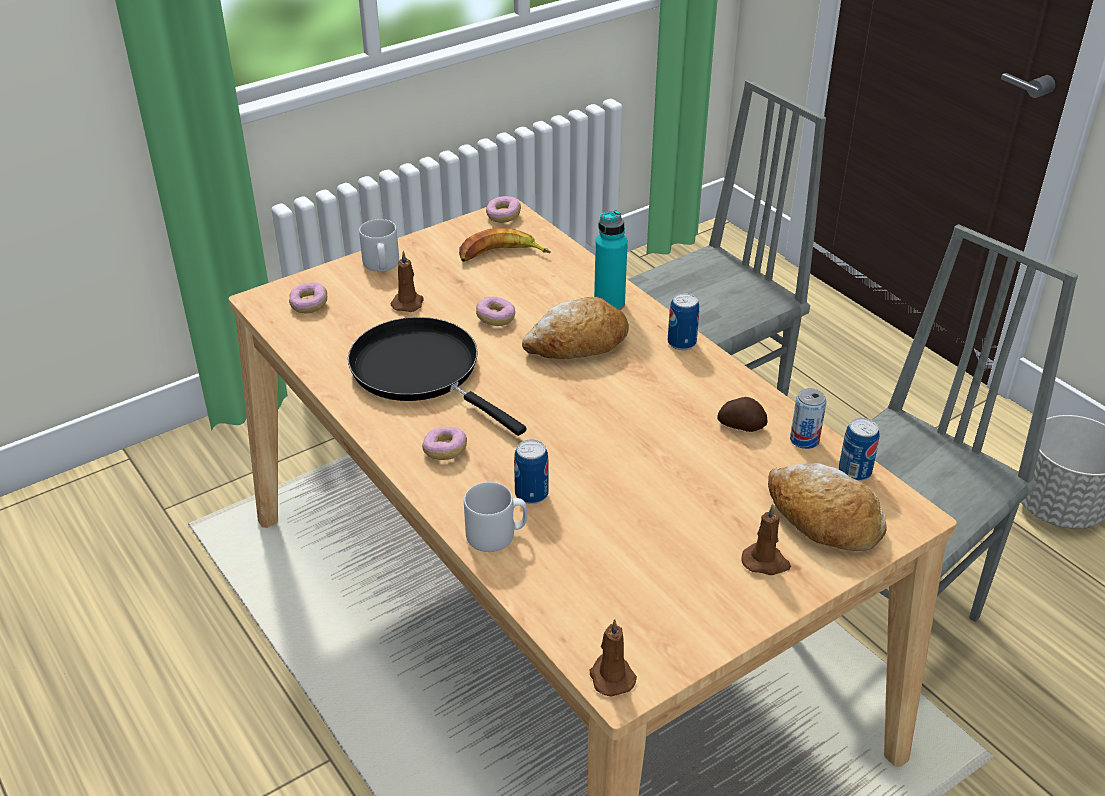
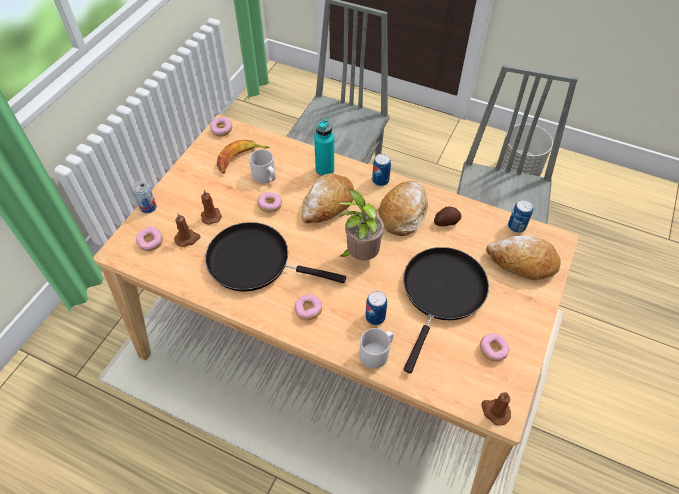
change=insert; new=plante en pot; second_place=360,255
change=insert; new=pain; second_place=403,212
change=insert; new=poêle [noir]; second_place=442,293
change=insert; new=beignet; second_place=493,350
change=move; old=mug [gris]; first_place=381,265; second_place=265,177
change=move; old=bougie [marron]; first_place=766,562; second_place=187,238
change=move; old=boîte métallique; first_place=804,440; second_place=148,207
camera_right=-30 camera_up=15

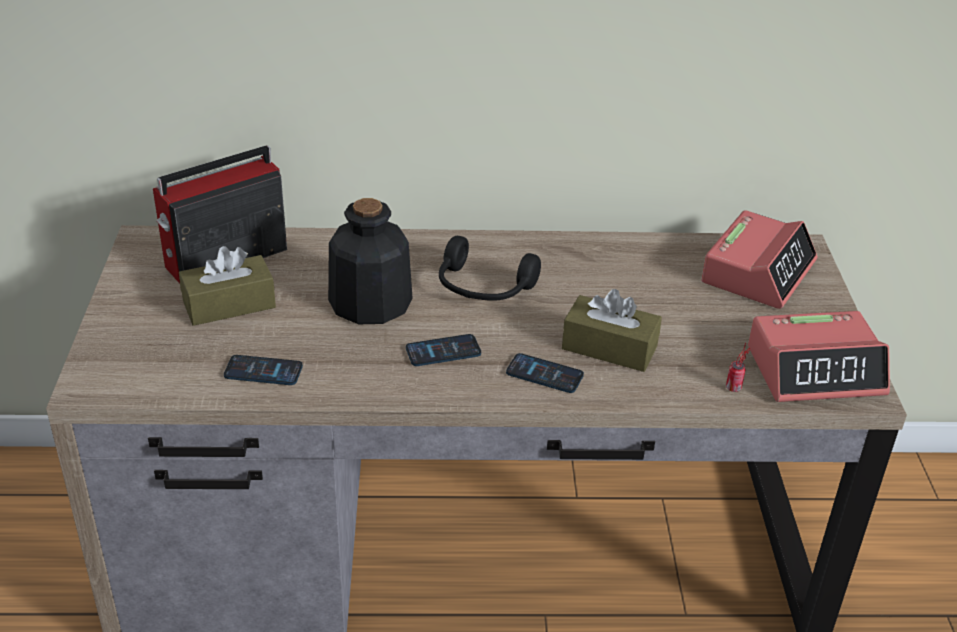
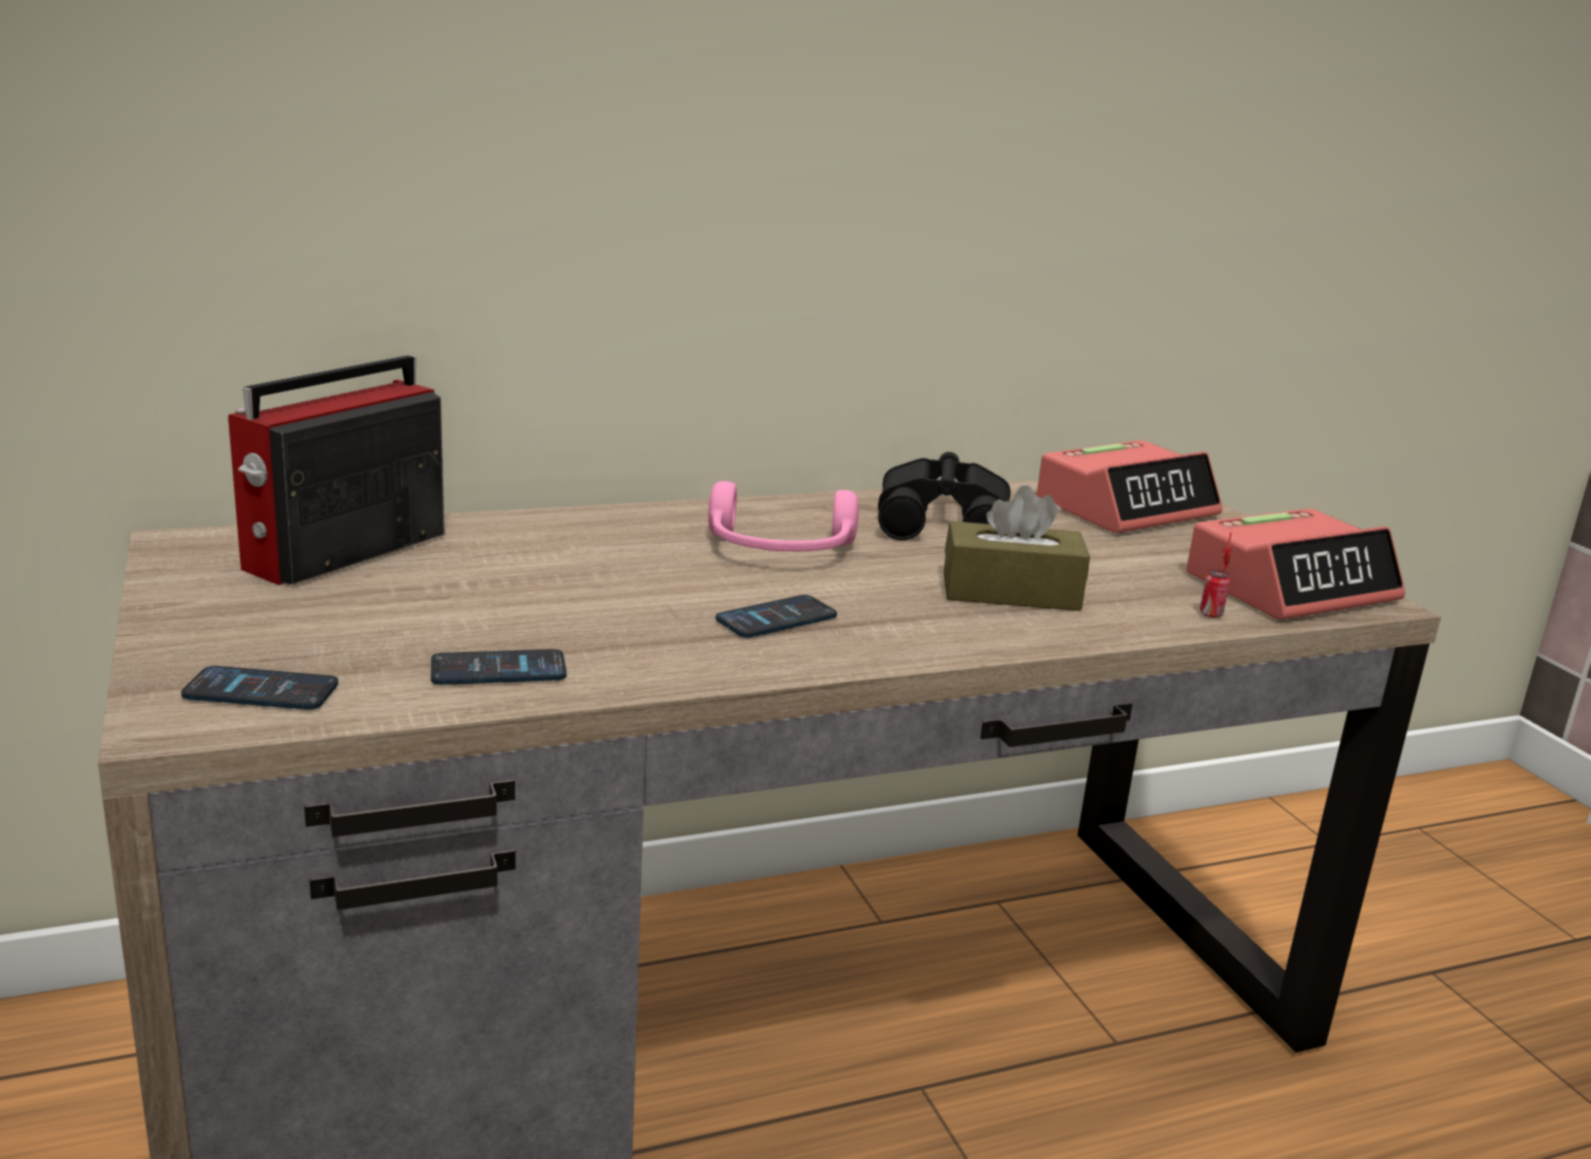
change=delete; old=boîte à mouchoirs [marron]; first_place=229,304
change=delete; old=bouteille; first_place=369,302
change=insert; new=jumelles [noir]; second_place=946,520
change=move; old=téléphone; first_place=544,374; second_place=261,691
change=recolor; old=casque audio [noir]; new=casque audio [rose]; first_place=483,288; second_place=779,551
change=rotate; old=réveil; first_place=758,272; second_place=1127,508; degrees=45
camera_right=-20 camera_up=-15

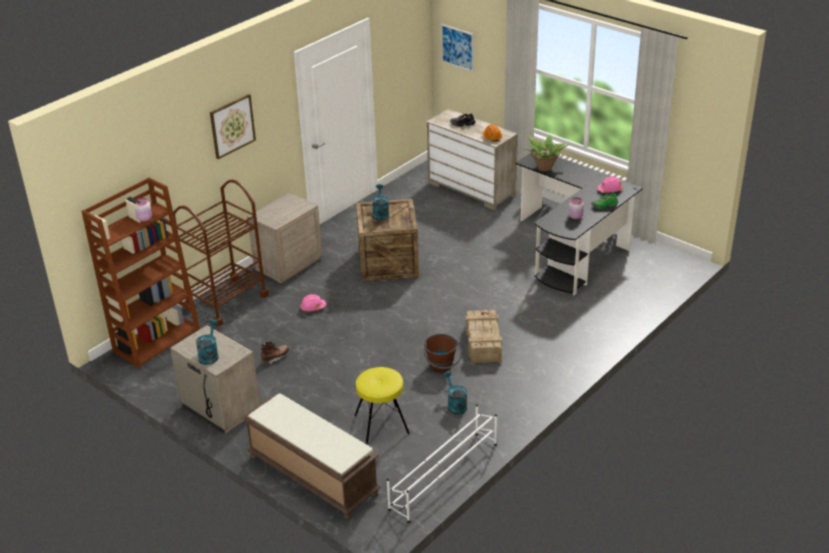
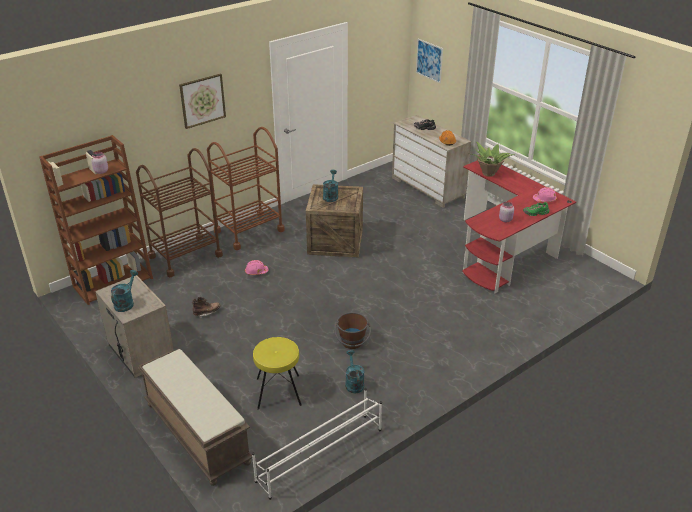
change=delete; old=caisse; first_place=483,344
change=replace; old=table de chevet [beige]; new=chariot [marron]; first_place=287,264; second_place=249,231
change=recolor; old=bureau [noir]; new=bureau [rouge]; first_place=574,248; second_place=506,250
camera_right=10 camera_up=0

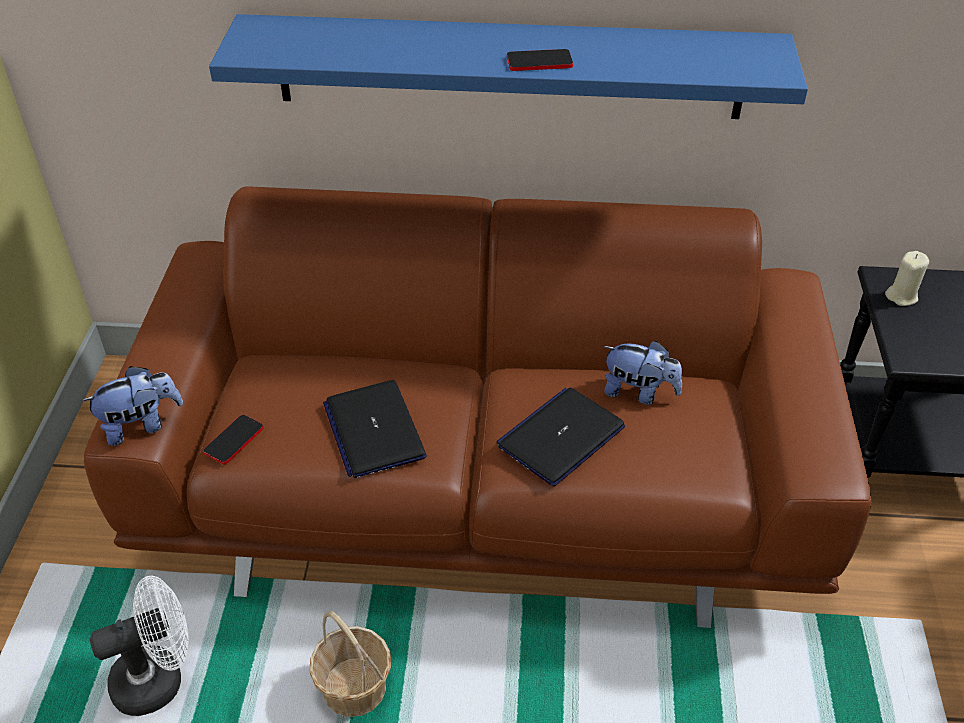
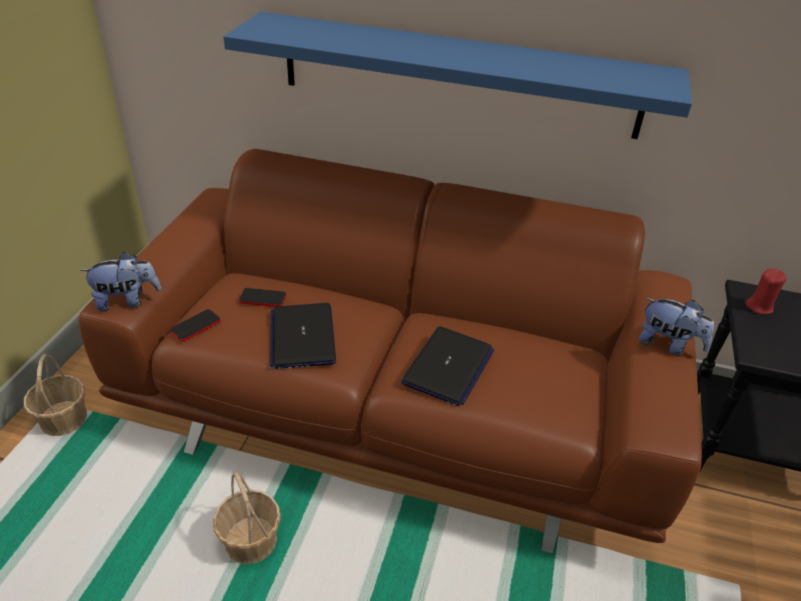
change=delete; old=ventilateur [blanc]; first_place=159,678
change=insert; new=panier; second_place=64,419
change=move; old=téléphone; first_place=539,62; second_place=263,298
change=move; old=peluche; first_place=639,392; second_place=668,344
change=recolor; old=bougie [beige]; new=bougie [rouge]; first_place=901,296; second_place=759,306
change=rotate; old=ordinateur portable; first_place=561,437; second_place=448,367; degrees=150
camera_right=10 camera_up=-5

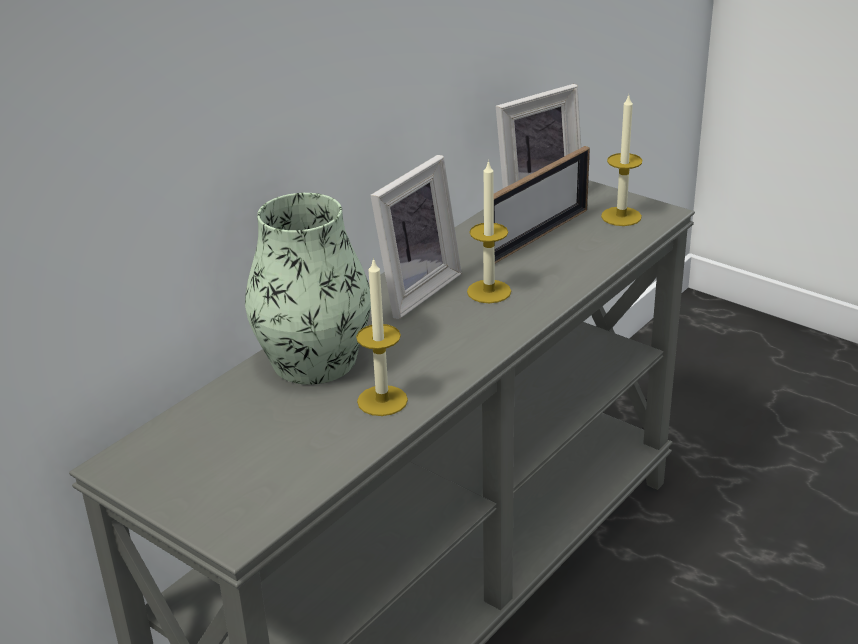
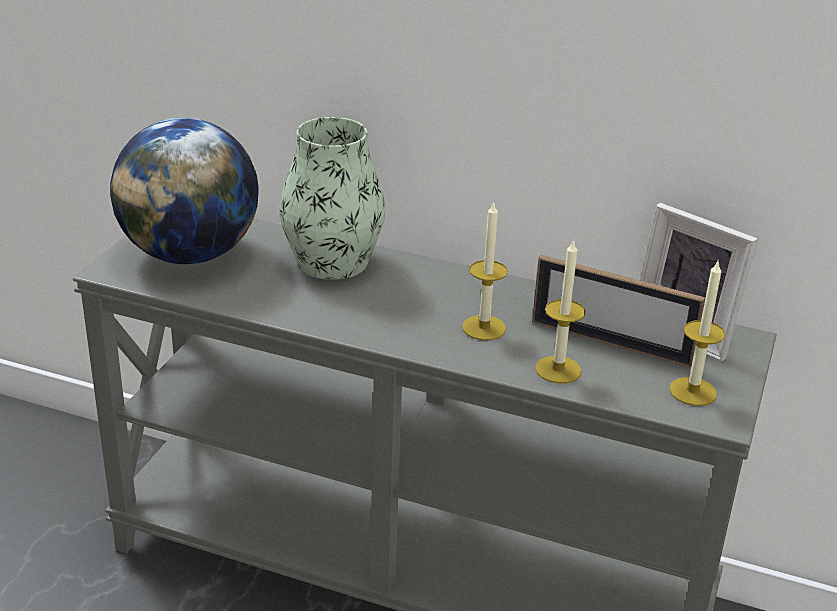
change=delete; old=cadre photo; first_place=412,290
change=insert; new=globe; second_place=190,254
change=move; old=bougie; first_place=382,400; second_place=558,369
camera_right=70 camera_up=0

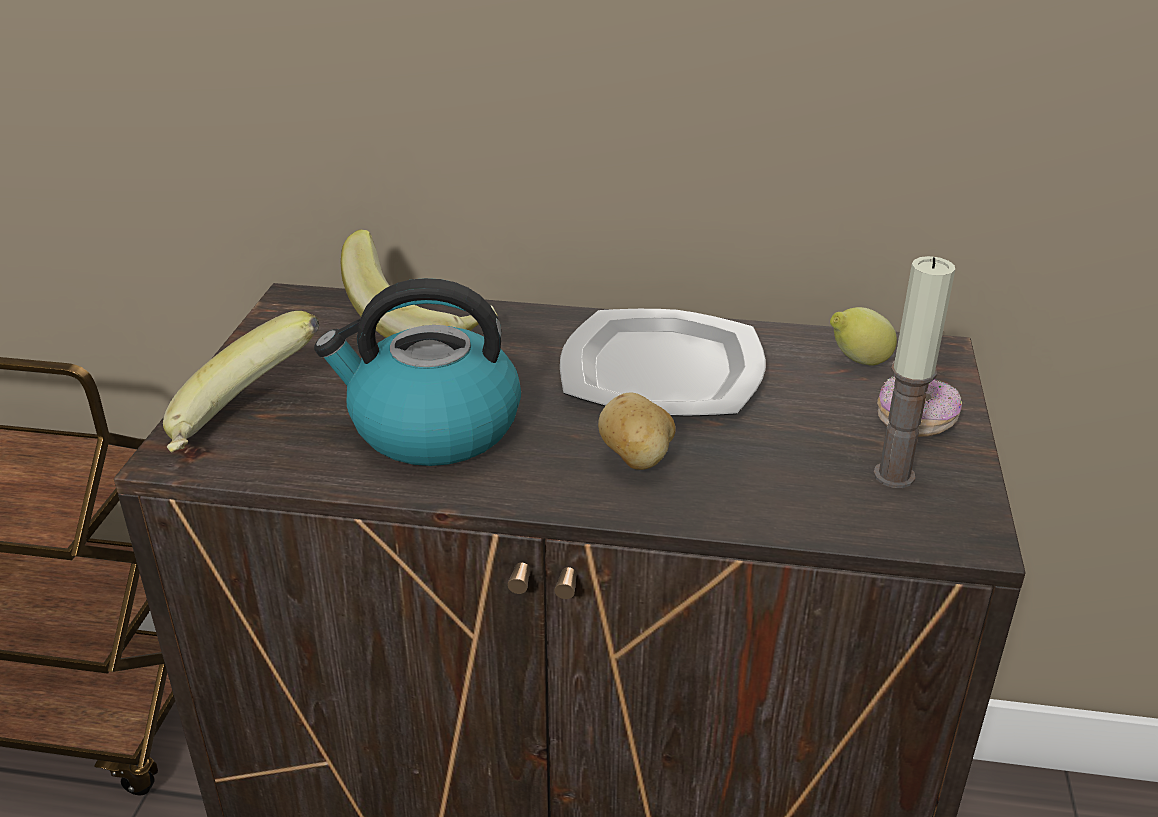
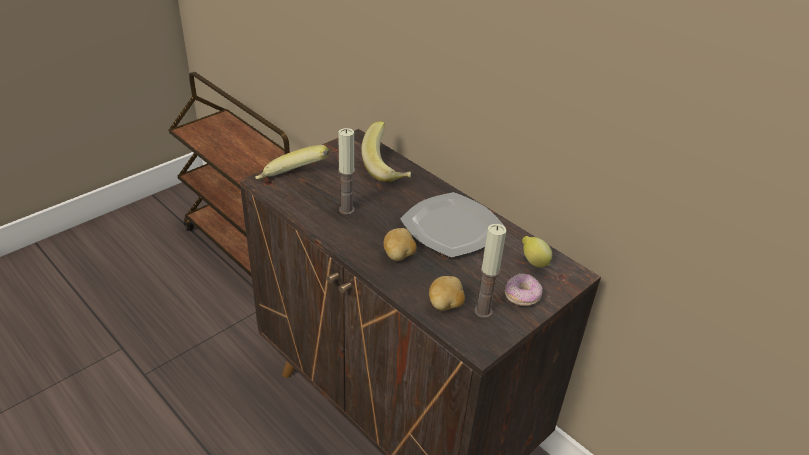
change=insert; new=pomme de terre; second_place=445,305
change=replace; old=bouilloire; new=bougie; first_place=432,428; second_place=346,209
camera_right=35 camera_up=5

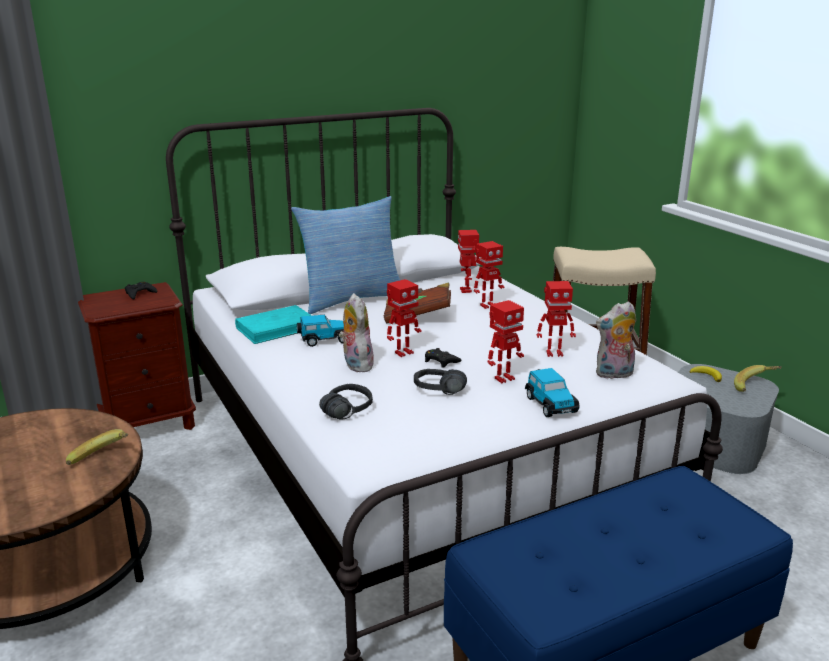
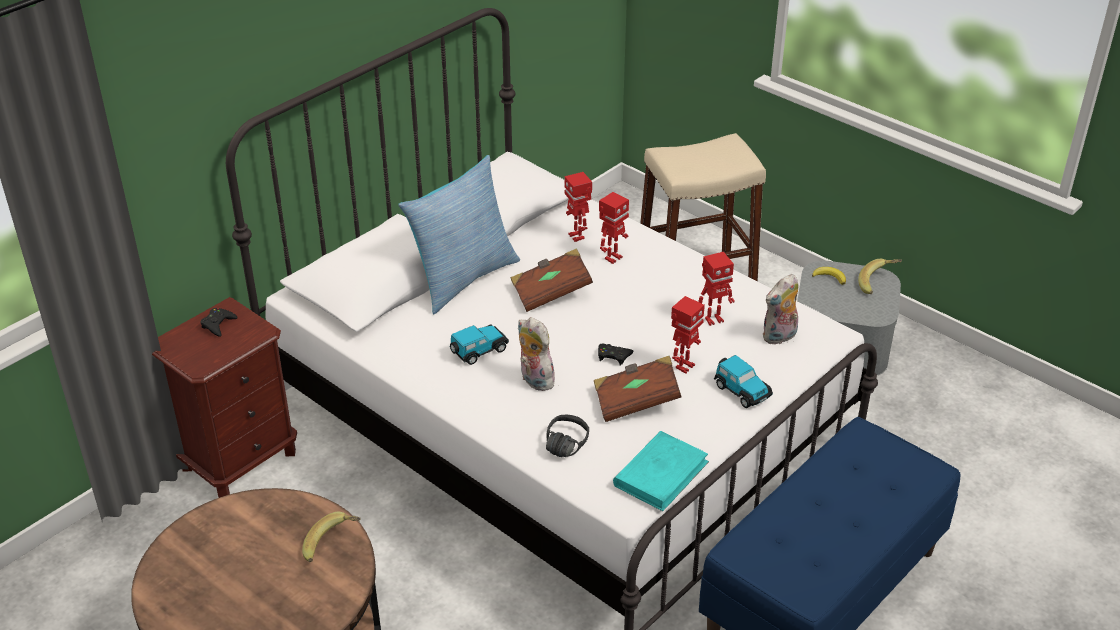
change=delete; old=robot jouet; first_place=403,352
change=move; old=livre [turquoise]; first_place=277,328; second_place=661,474
change=replace; old=casque audio [noir]; new=livre [marron]; first_place=438,394; second_place=636,401
camera_right=-20 camera_up=15

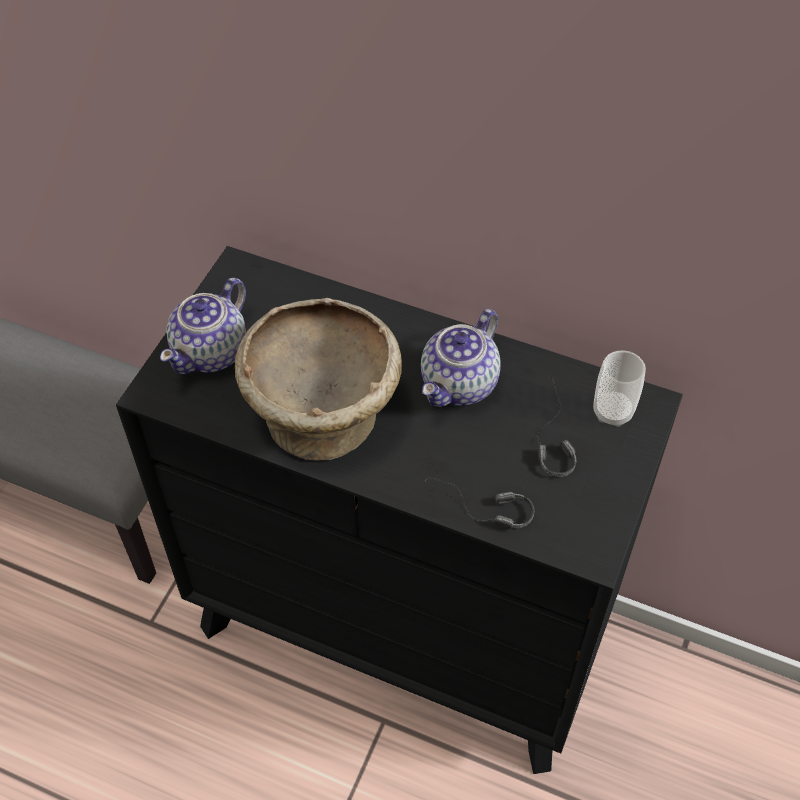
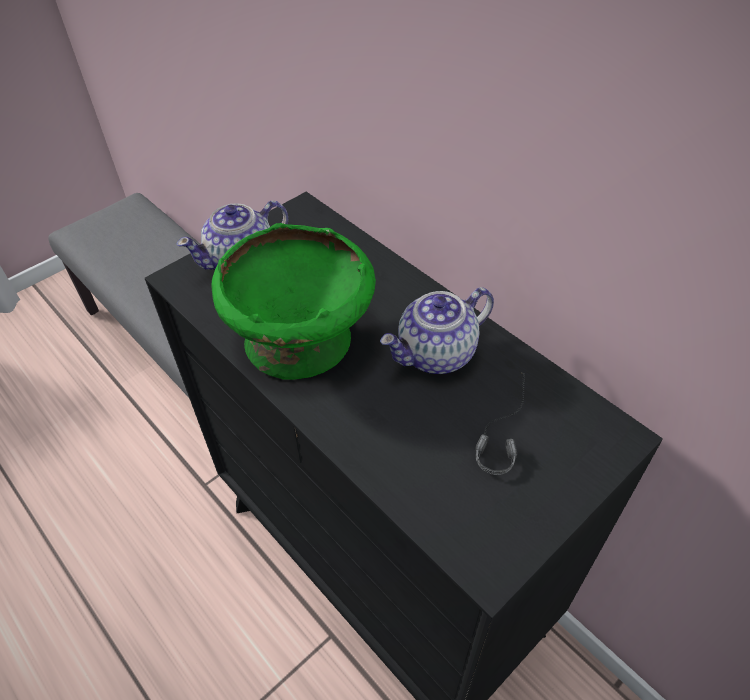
change=delete; old=casque audio; first_place=478,511
change=delete; old=tasse; first_place=612,411
change=recolor; old=bol [beige]; new=bol [vert]; first_place=323,411; second_place=301,337
camera_right=25 camera_up=-5

